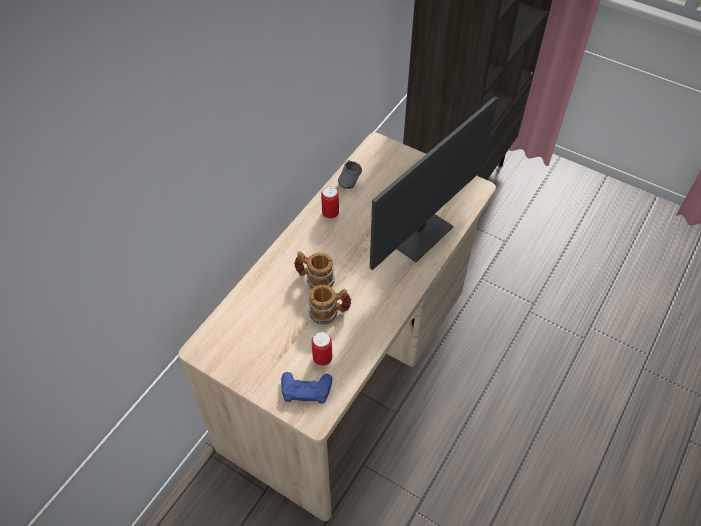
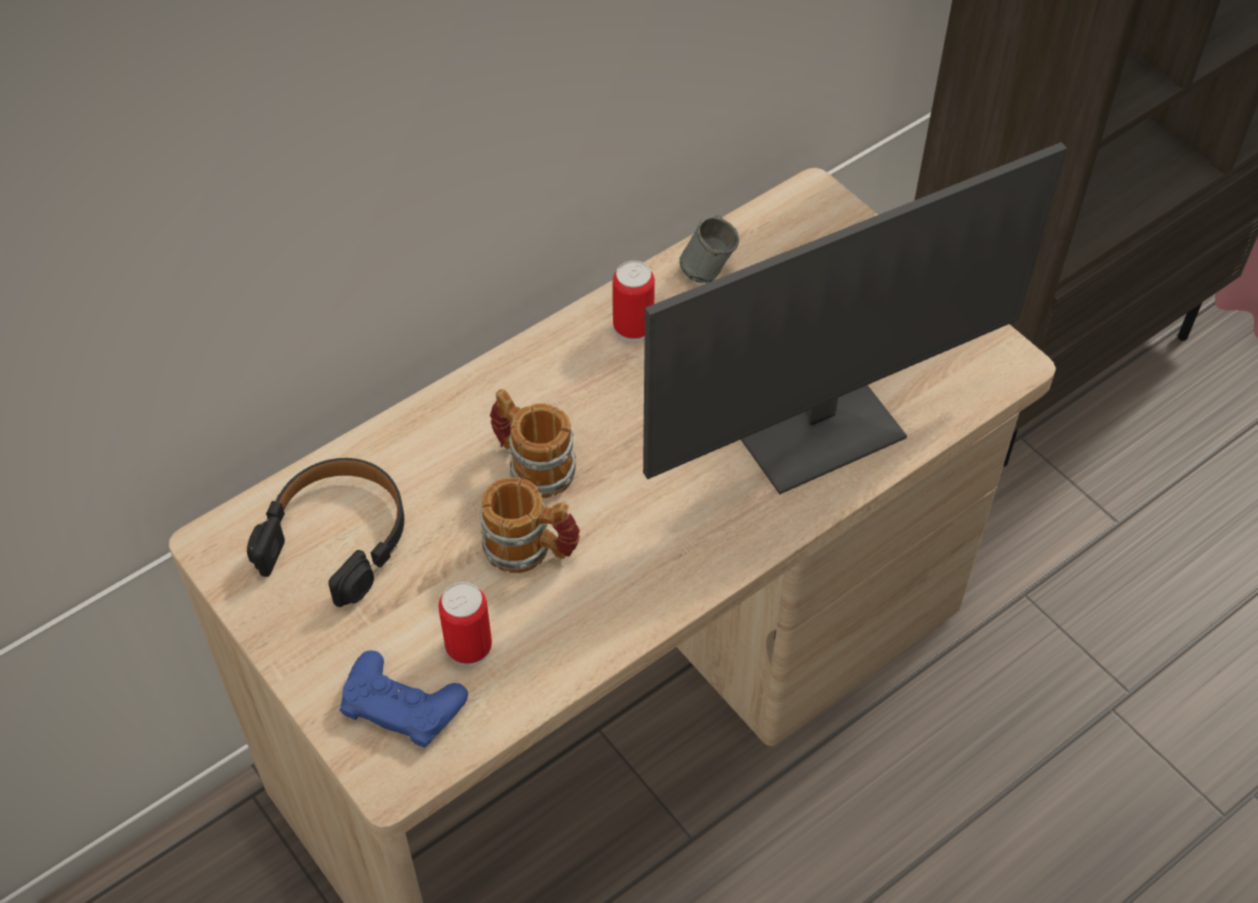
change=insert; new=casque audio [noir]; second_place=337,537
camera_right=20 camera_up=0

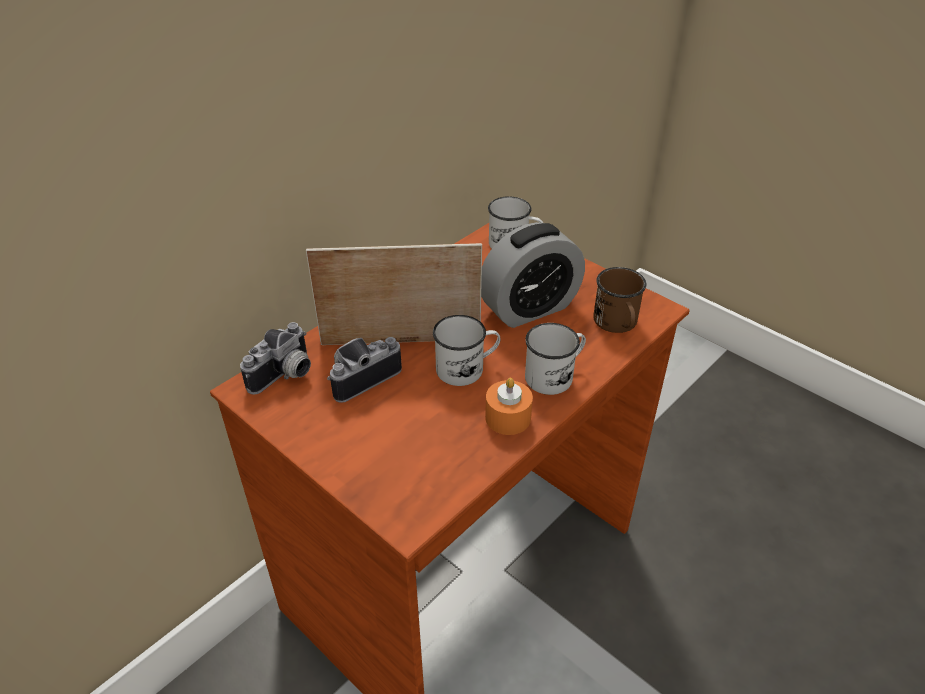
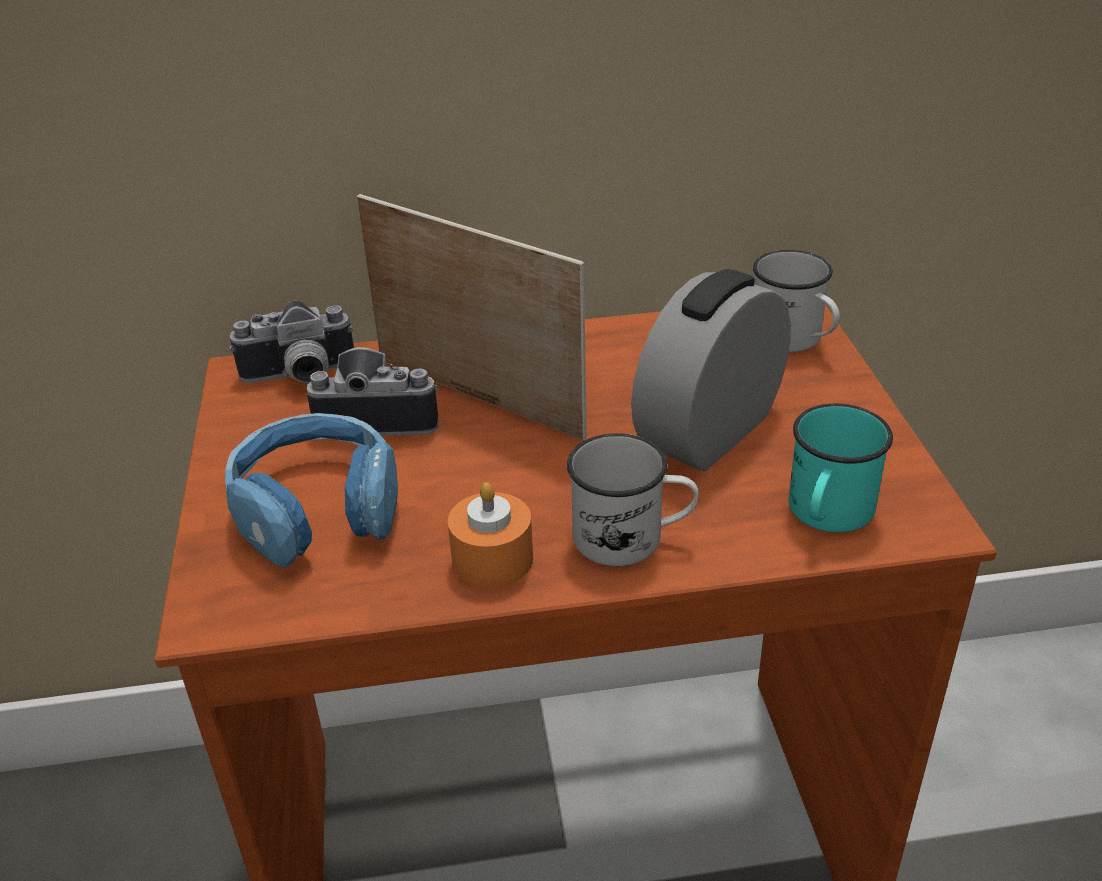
change=delete; old=mug [blanc]; first_place=467,368
change=insert; new=casque audio [bleu]; second_place=317,509
change=recolor; old=mug [marron]; new=mug [turquoise]; first_place=617,324; second_place=826,515
change=rotate; old=réveil; first_place=529,308; second_place=709,432; degrees=120
camera_right=40 camera_up=-5

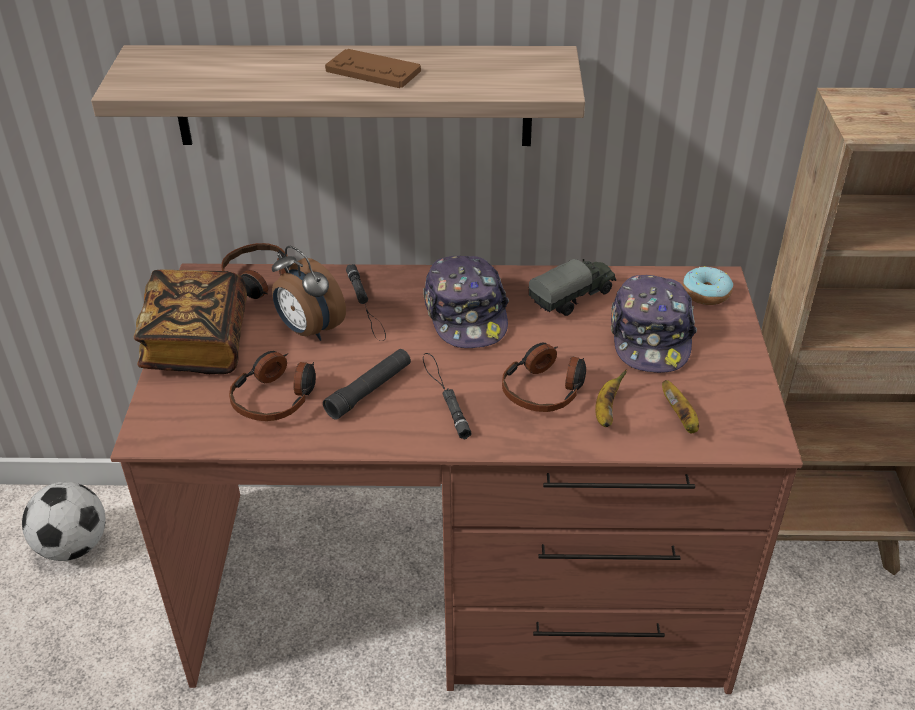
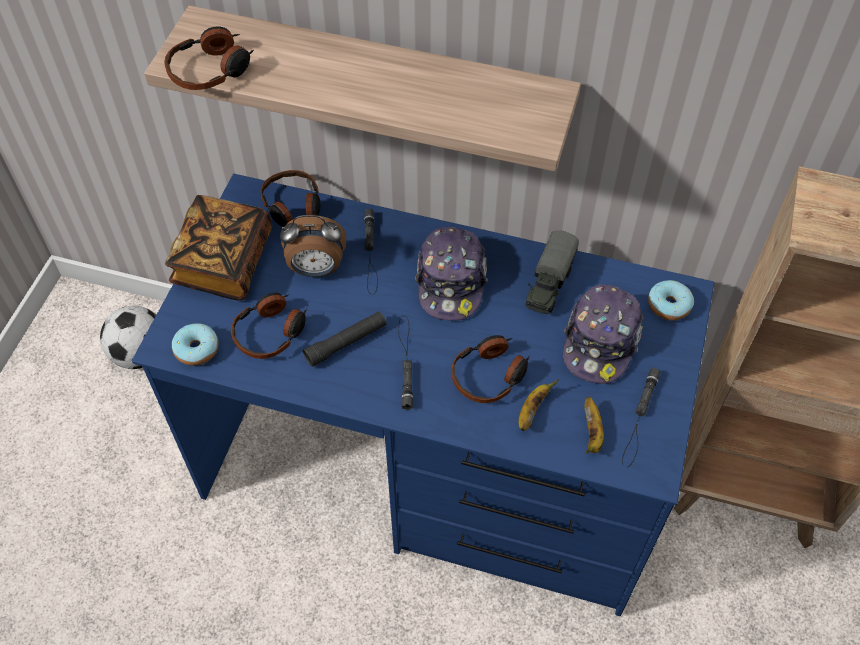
change=delete; old=manette [marron]; first_place=373,71
change=insert; new=casque audio; second_place=211,70
change=insert; new=beignet; second_place=197,349
change=insert; new=lampe de poche [noir]; second_place=640,419
change=recolor; old=bureau [marron]; new=bureau [bleu]; first_place=462,588; second_place=432,467
change=rotate; old=réveil; first_place=309,330; second_place=316,269; degrees=-60
change=rotate; old=camion jouet; first_place=573,298; second_place=549,285; degrees=135
camera_right=15 camera_up=15

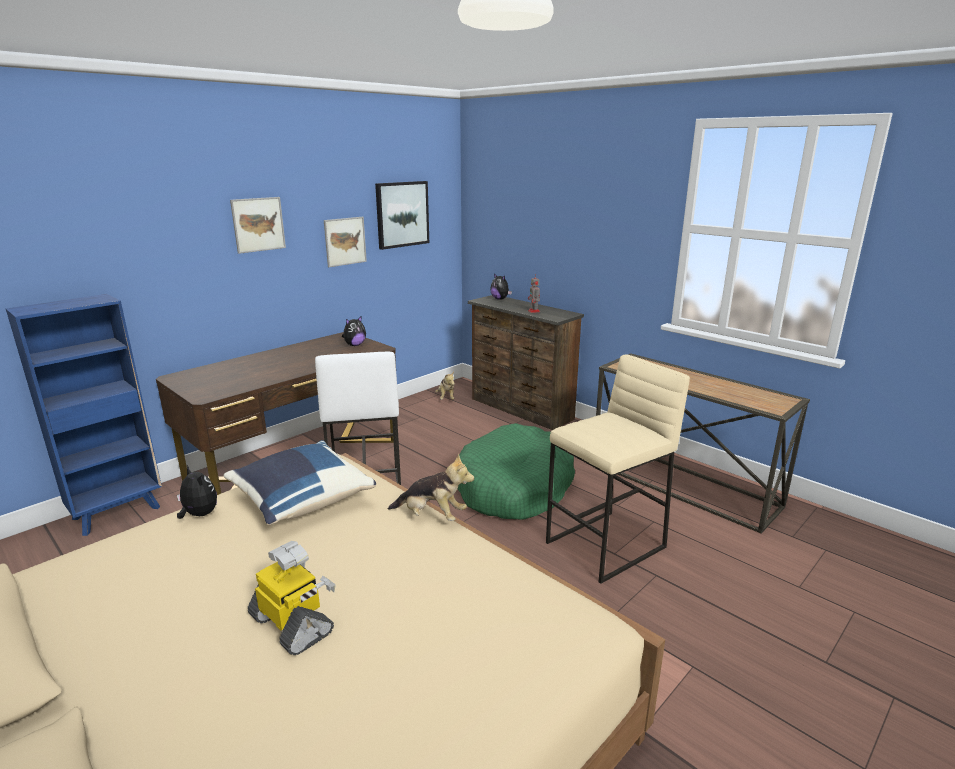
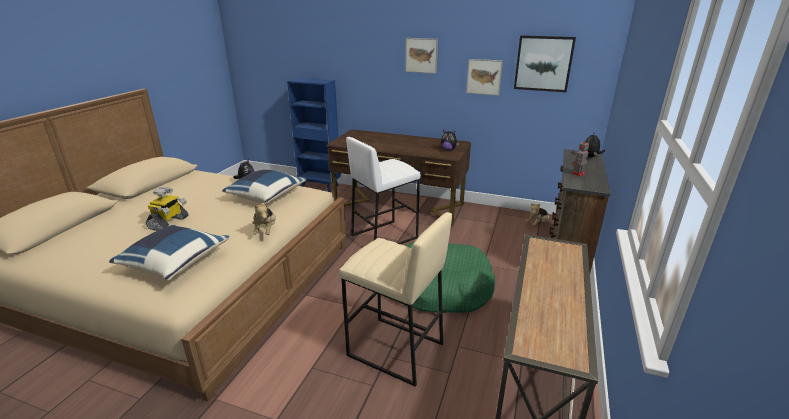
change=insert; new=coussin [bleu]; second_place=175,263
camera_right=65 camera_up=5

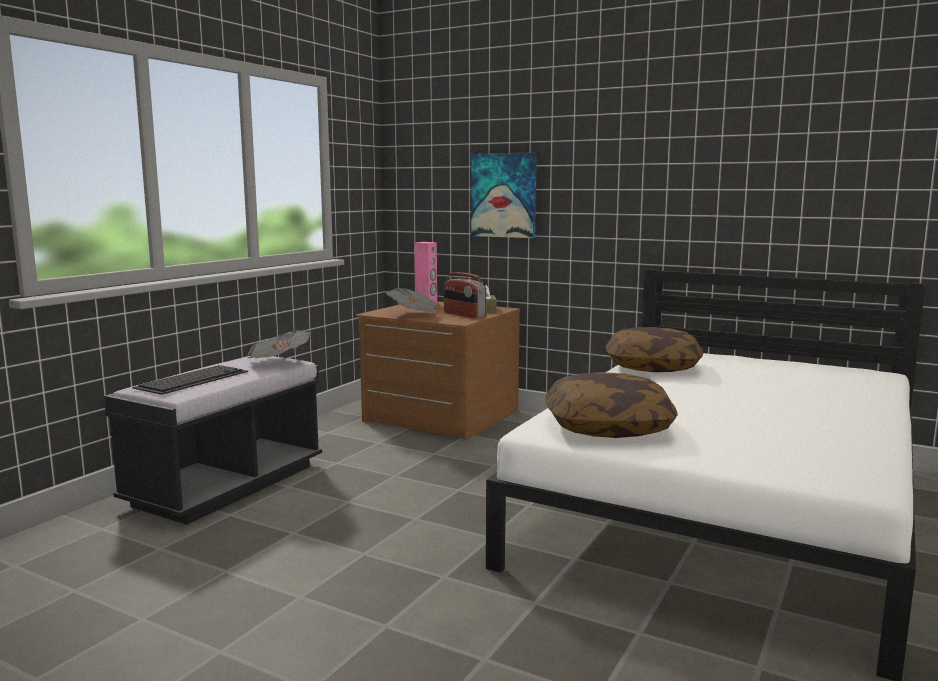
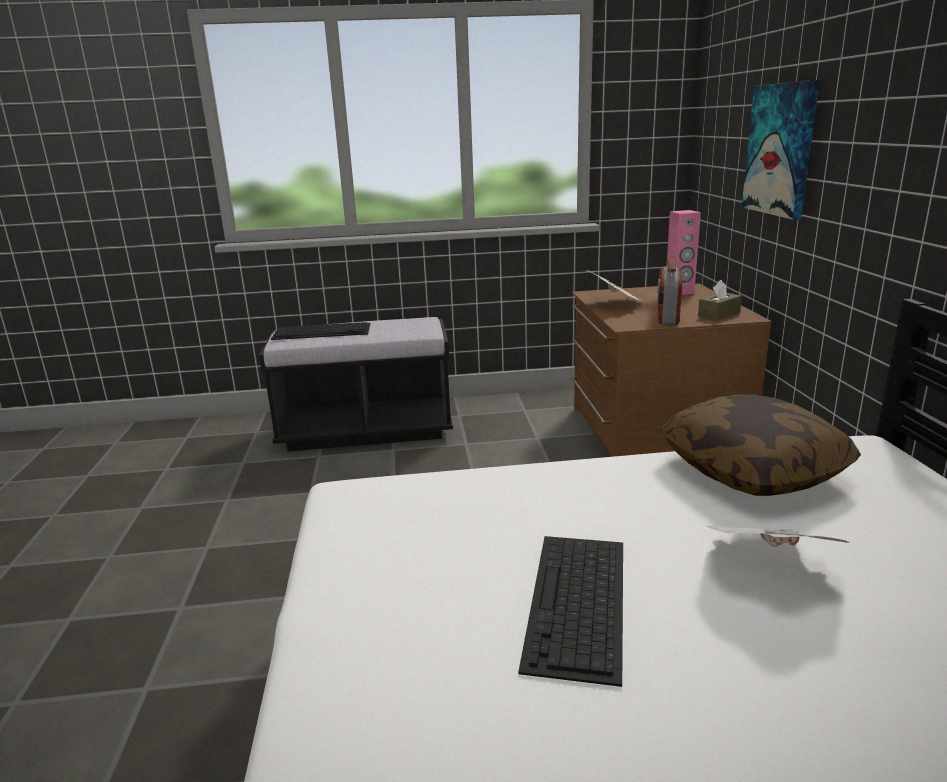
change=delete; old=coussin; first_place=608,427
change=insert; new=clavier; second_place=578,602
change=move; old=journal; first_place=279,362; second_place=770,564
camera_right=55 camera_up=10

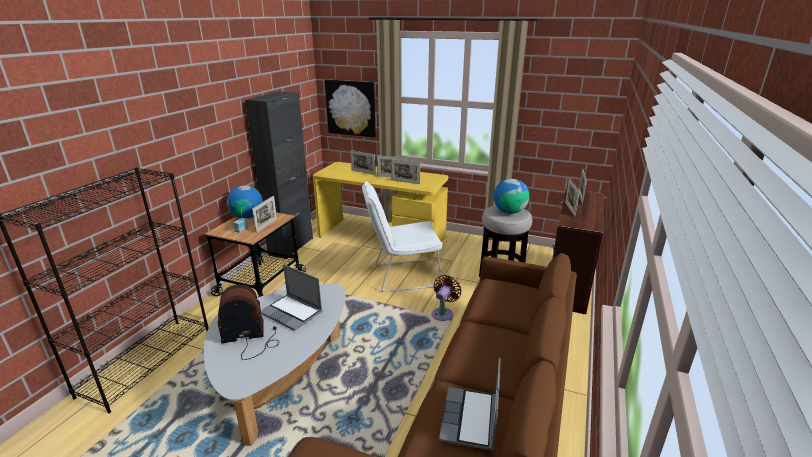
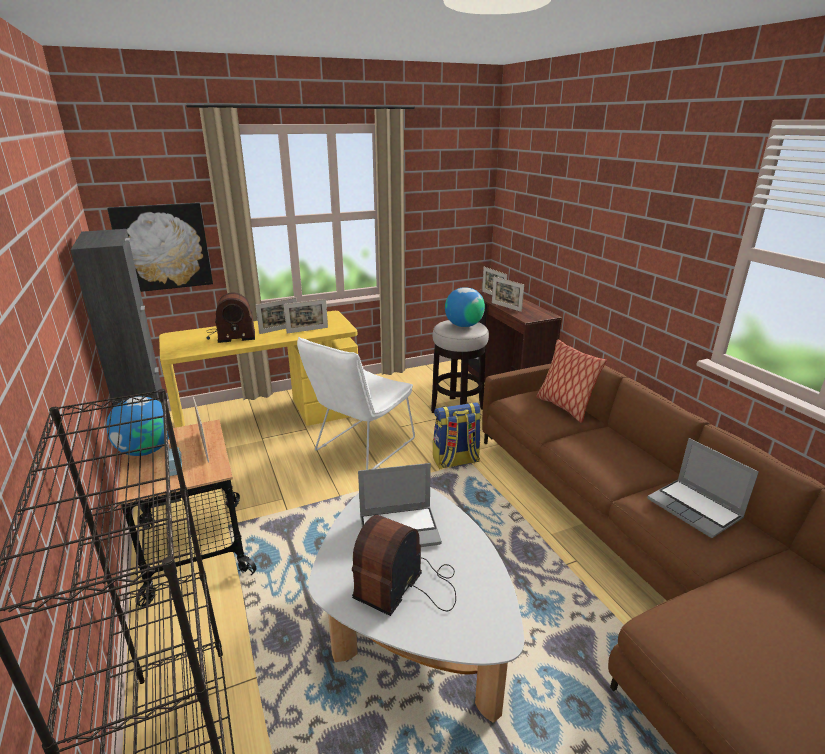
change=insert; new=coussin; second_place=564,407
change=replace; old=cadre photo; new=radio; first_place=363,172; second_place=230,335
change=replace; old=ventilateur [marron]; new=sac à dos; first_place=443,313; second_place=455,461
camera_right=-45 camera_up=0

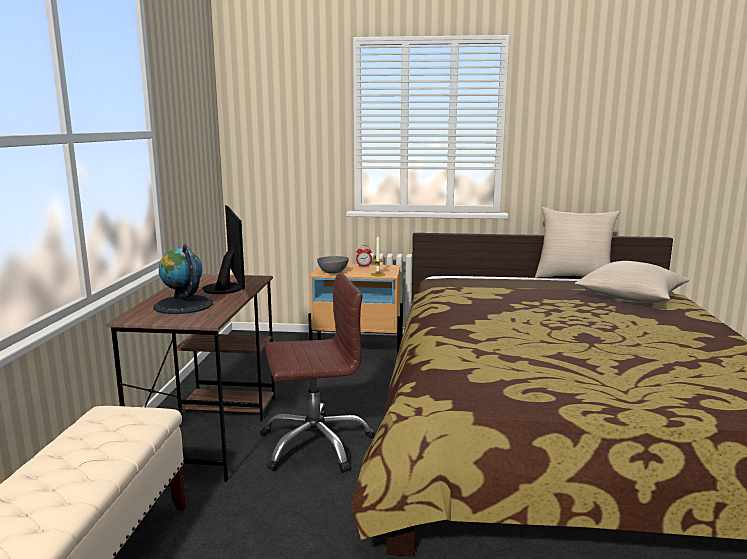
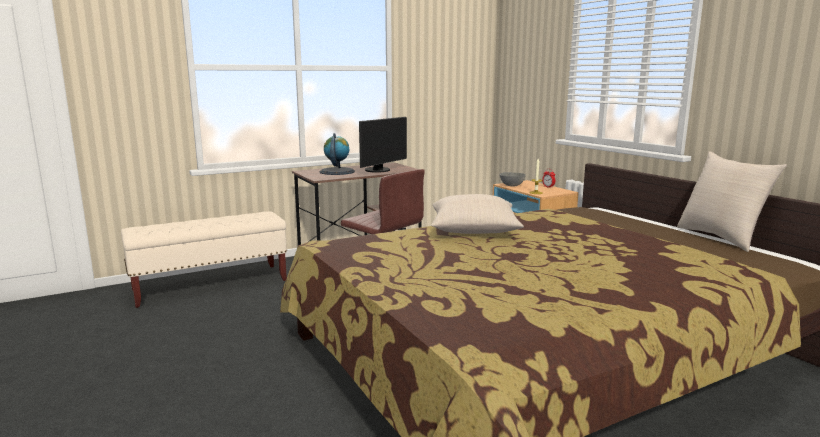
change=move; old=coussin [beige]; first_place=631,297; second_place=474,230
camera_right=55 camera_up=0

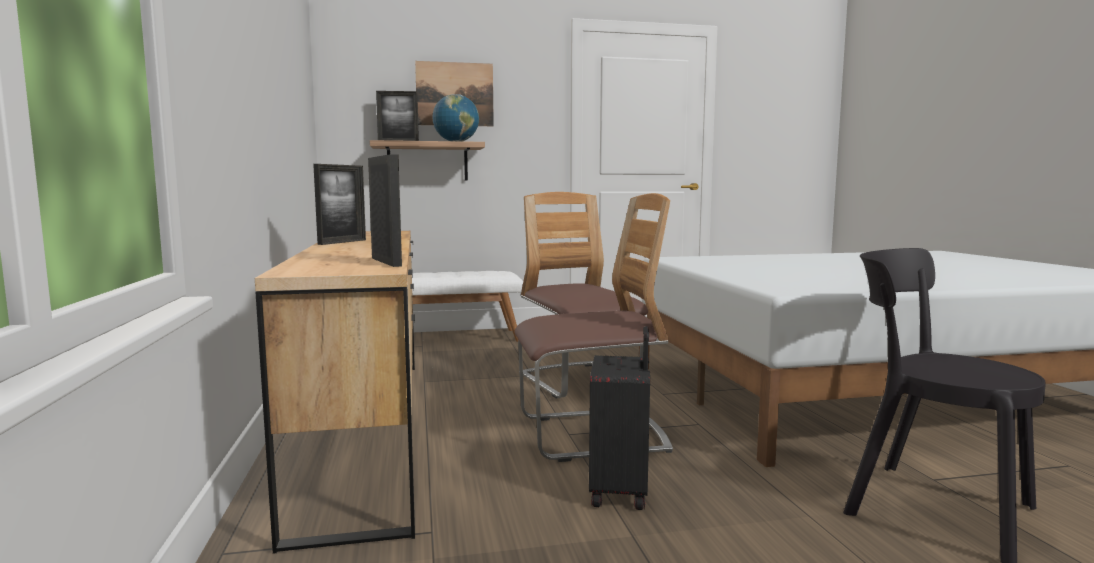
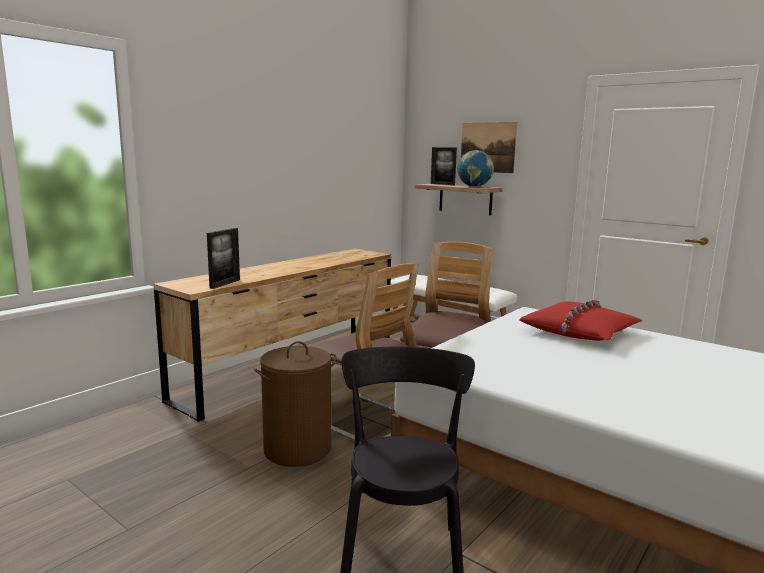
change=delete; old=cadre photo; first_place=342,242
change=insert; new=coussin [rouge]; second_place=579,332
change=replace; old=valise [noir]; new=panier à linge [marron]; first_place=621,491; second_place=297,449
camera_right=50 camera_up=5

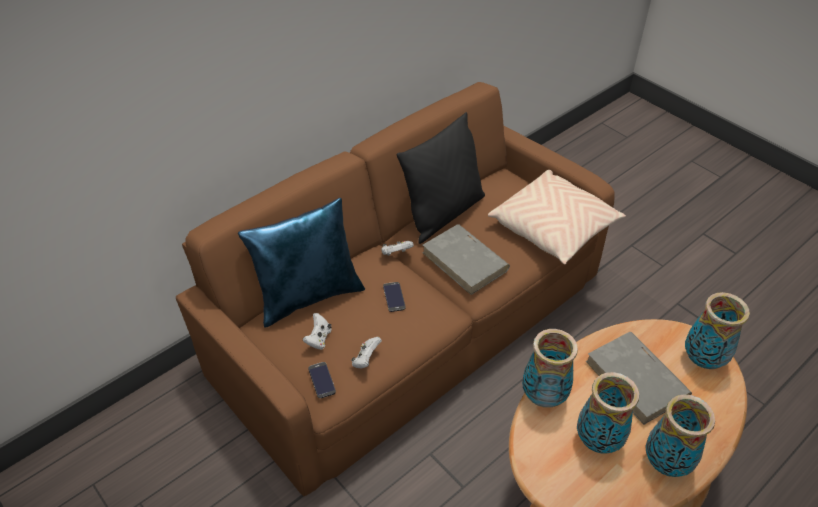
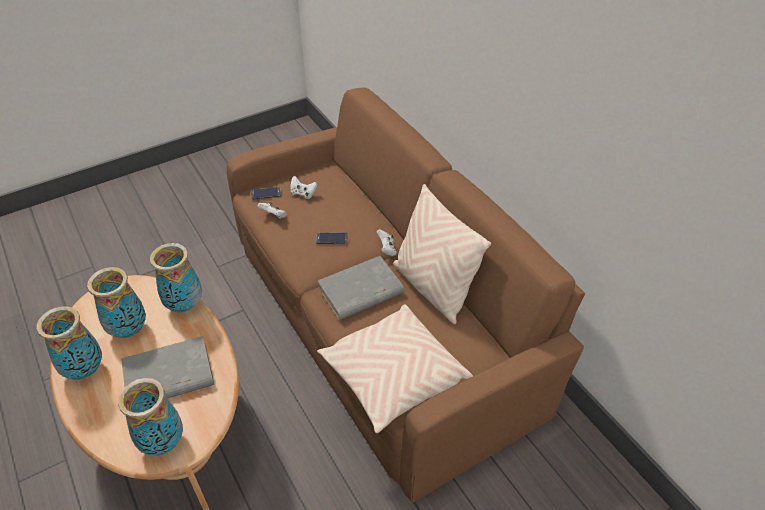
change=delete; old=coussin [bleu]; first_place=309,296
change=recolor; old=coussin [noir]; new=coussin [beige]; first_place=443,214; second_place=432,288
camera_right=100 camera_up=0

